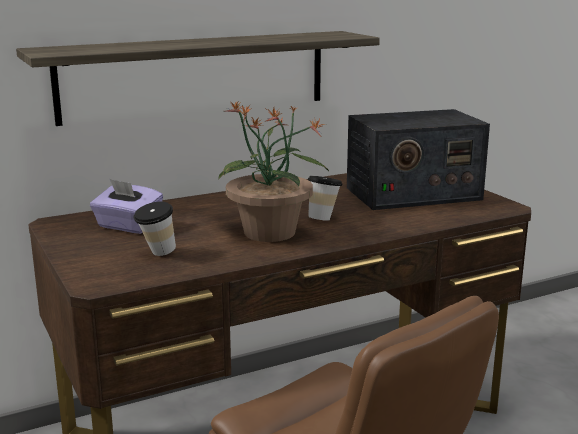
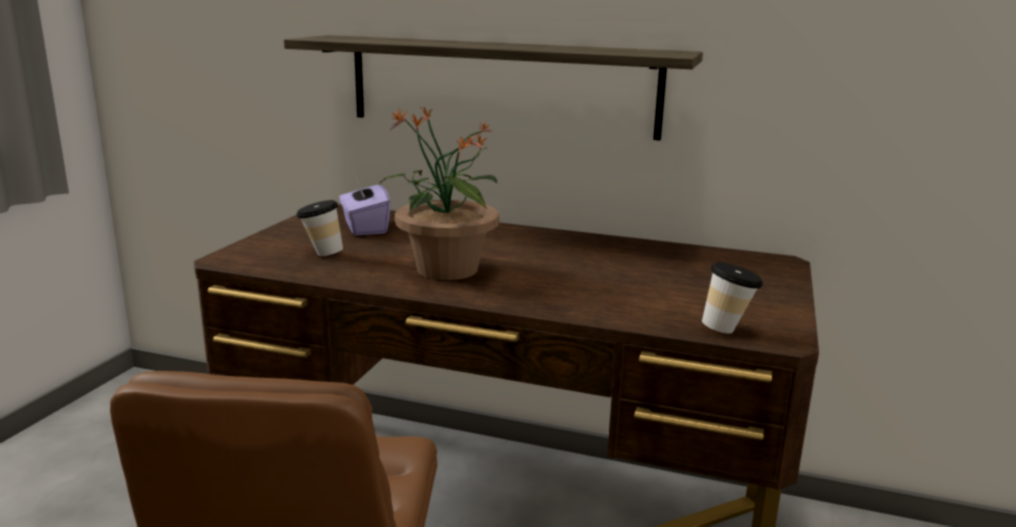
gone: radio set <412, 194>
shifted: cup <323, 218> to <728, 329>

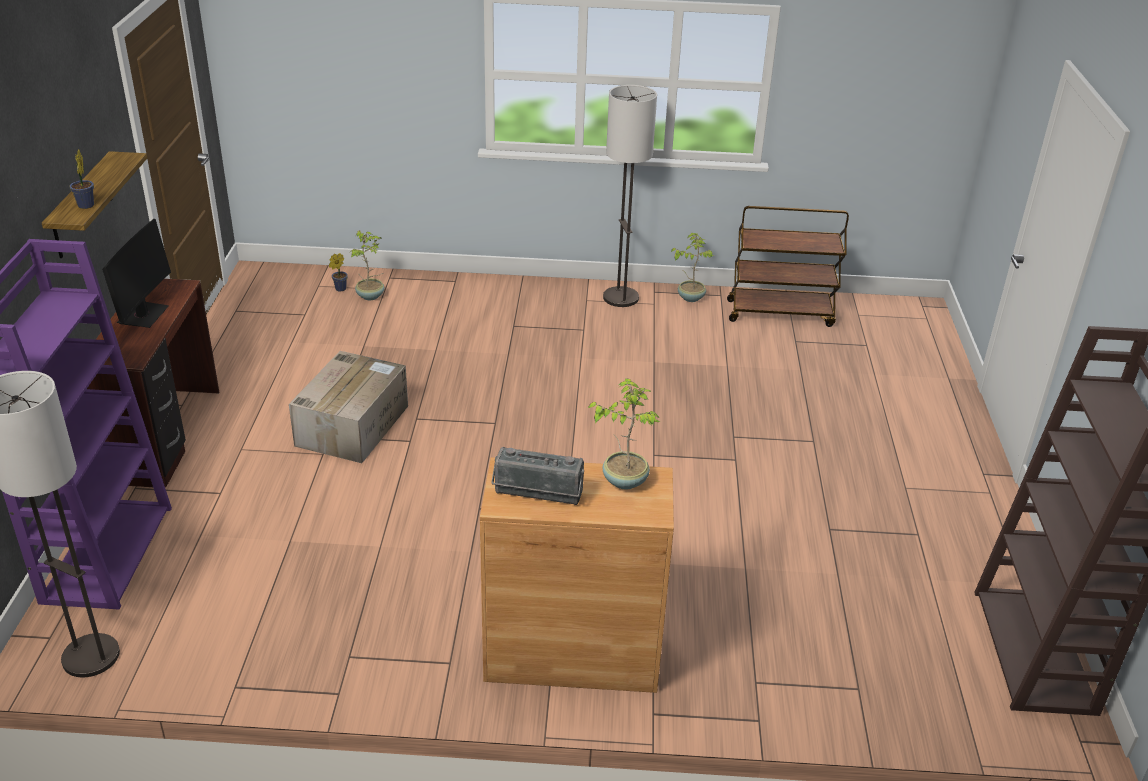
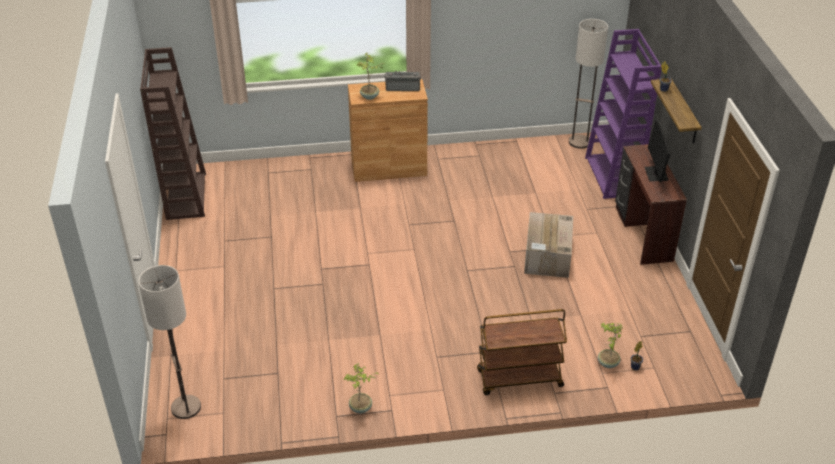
shifted: standard lamp <621, 298> to <185, 407>; trolley/brown <780, 313> to <519, 379>

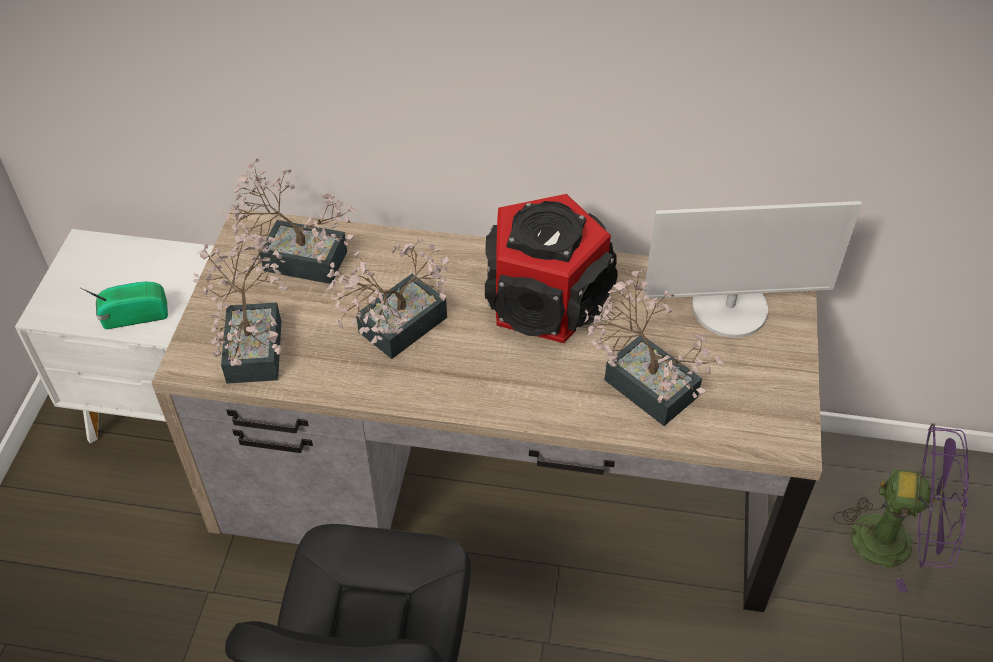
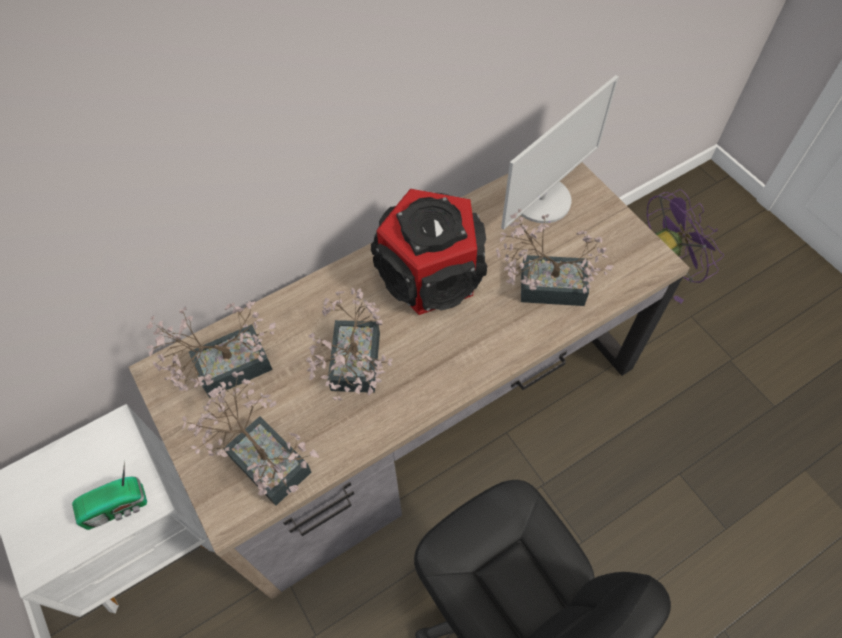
rotated: radio set <133, 315> = <118, 507> 150 degrees counterclockwise

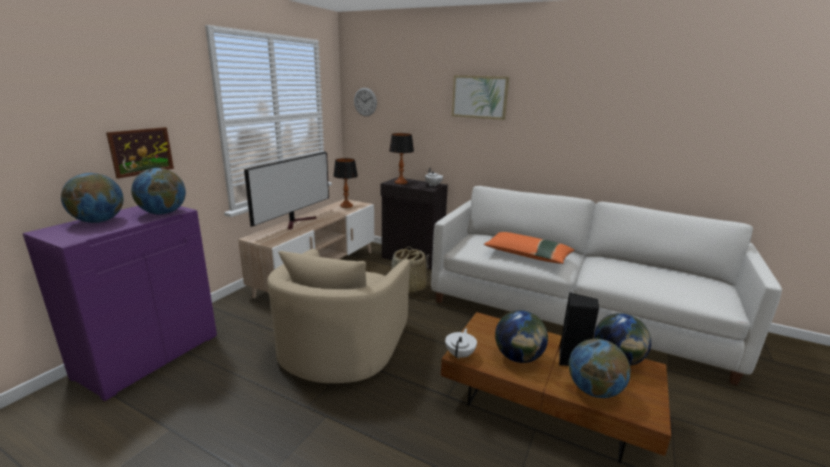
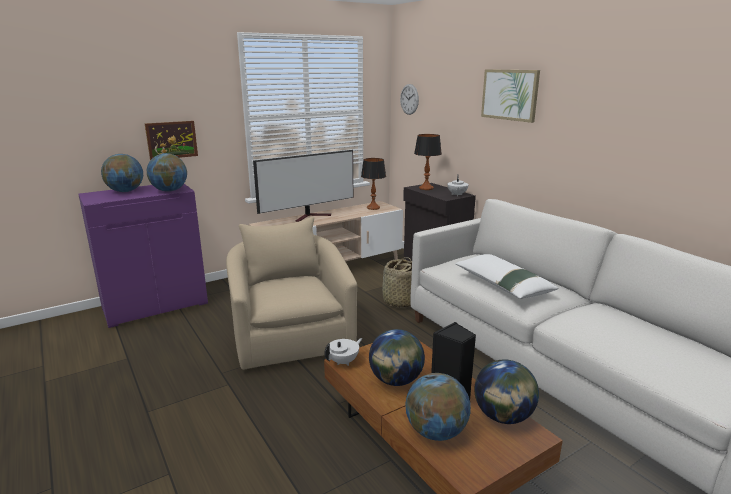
repainted: cushion/orange <527, 255> to cushion/white-coloured <502, 285>
rotated: easy chair/beige <341, 345> = <291, 335> 120 degrees clockwise

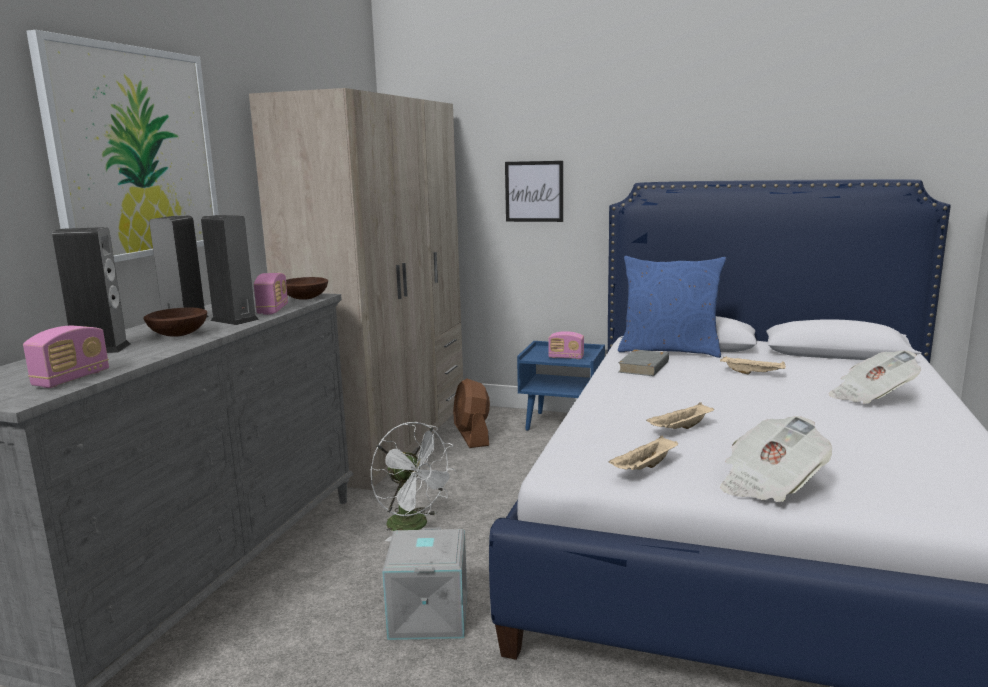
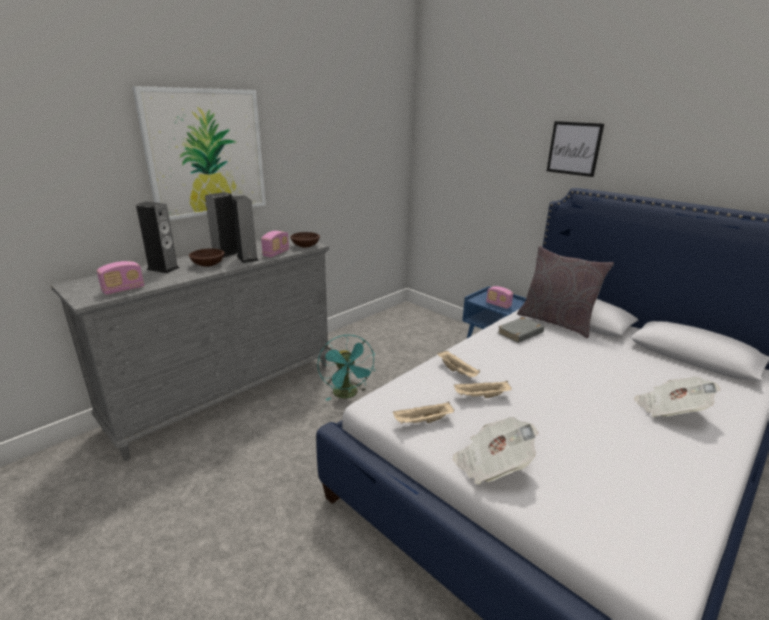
gone: armoire/beige <387, 438>; fan/brown <472, 437>; storage bin/greyish <427, 615>
shifted: wall art <534, 191> to <574, 148>; serving tray/beige <753, 373> to <457, 371>
repainted: cushion/bluish <669, 350> to cushion/greyish <556, 322>; fan/white-coloured <414, 526> to fan/turquoise <347, 395>

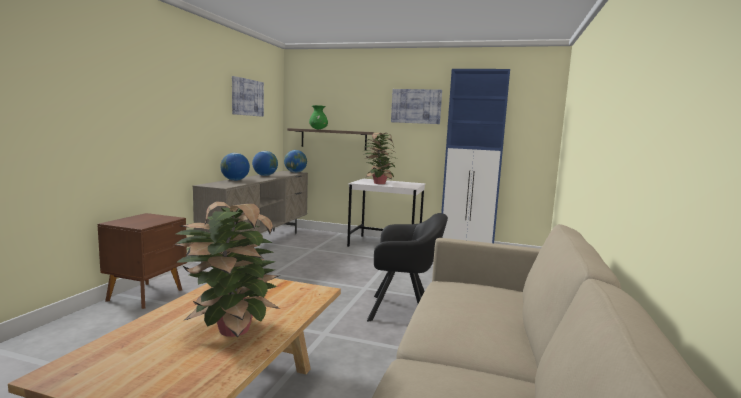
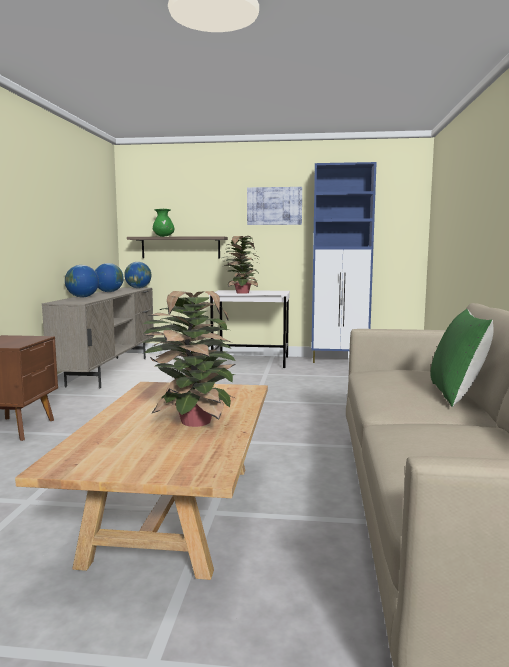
gone: wall art <247, 97>; easy chair/black-coloured <404, 311>
new: cushion/green <456, 395>

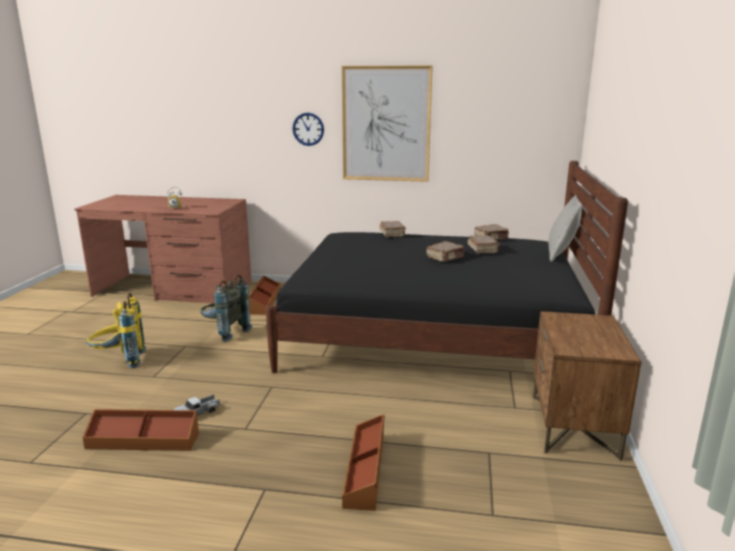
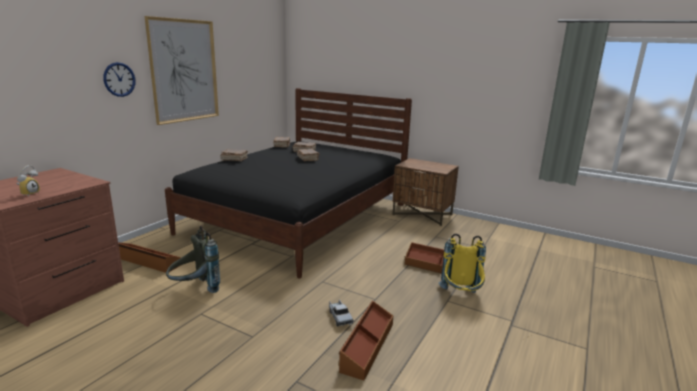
gone: cushion/greyish <561, 254>
shifted: rucksack/yellow-coloured <119, 361> to <460, 297>

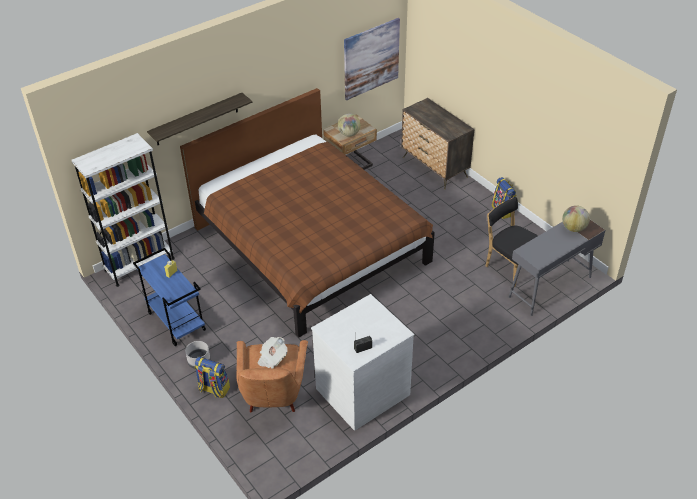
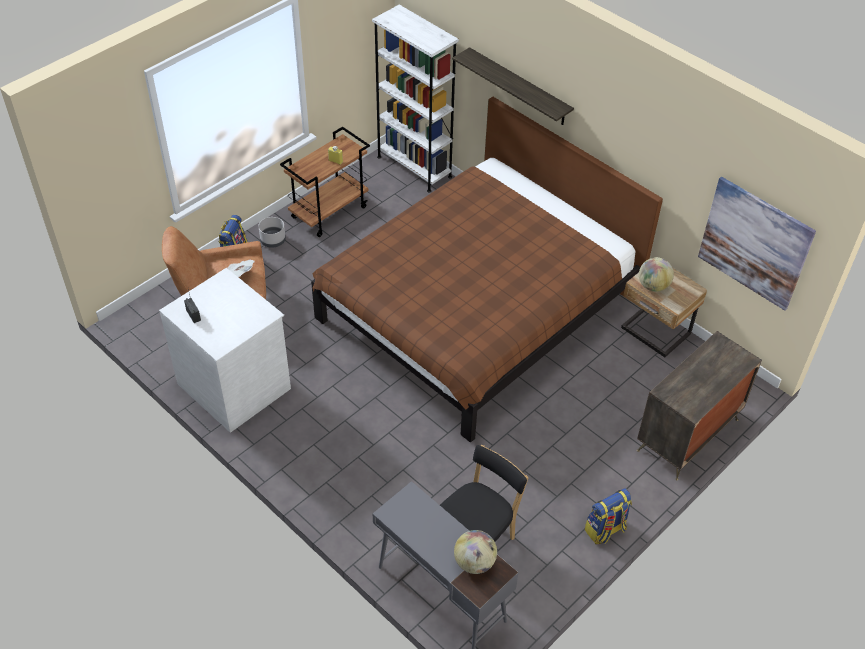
repainted: trolley/bluish <176, 321> to trolley/brown <329, 212>

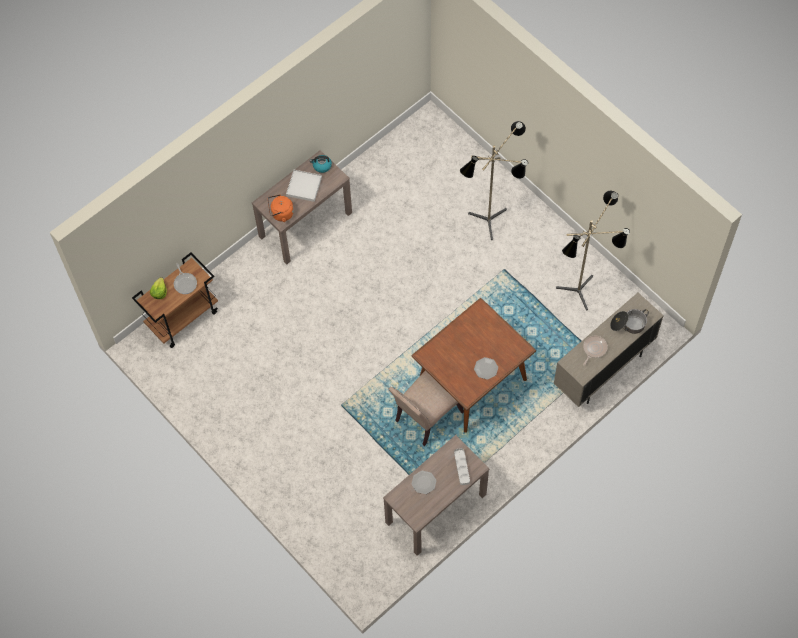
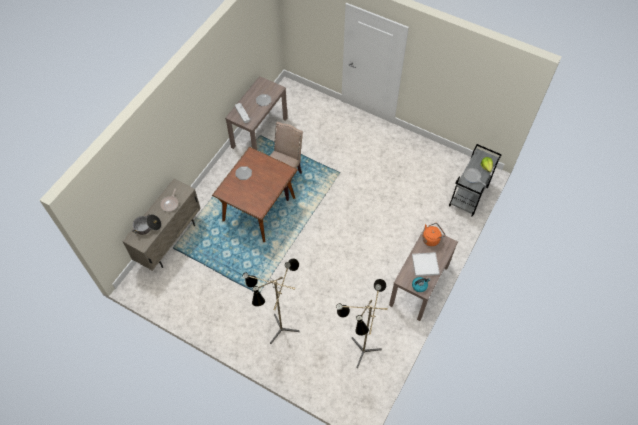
shifted: standard lamp <582, 293> to <359, 350>
repainted: trolley/brown <183, 317> to trolley/greyish <468, 196>

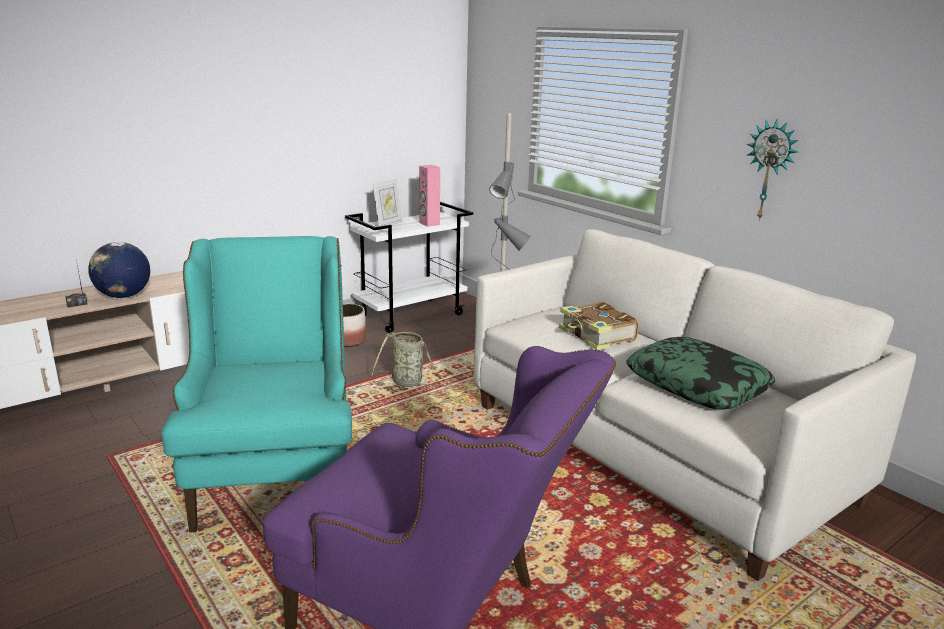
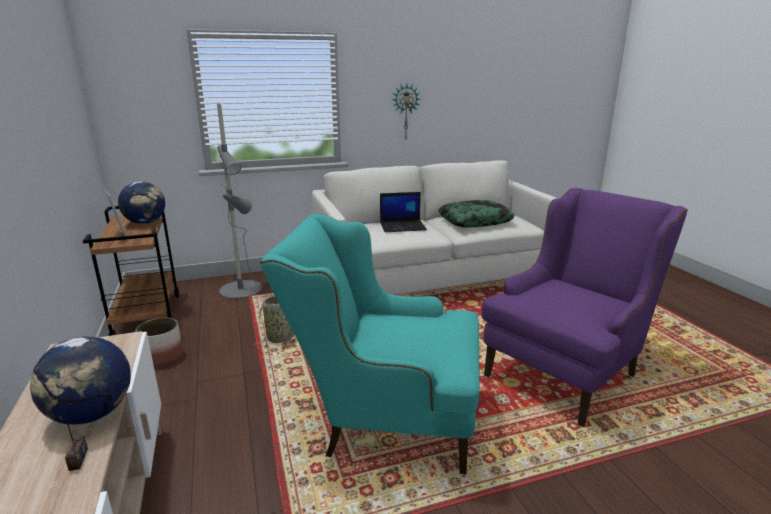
swapped: loudspeaker/pink <429, 224> to globe <146, 223>; bound book <597, 336> to laptop <403, 226>
repainted: trolley/white-coloured <411, 315> to trolley/brown <147, 316>

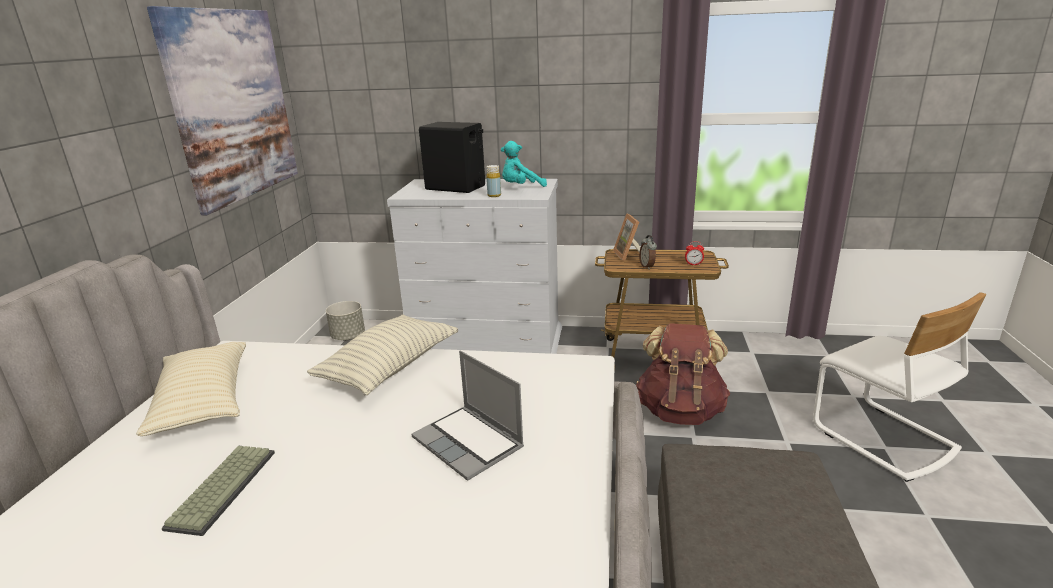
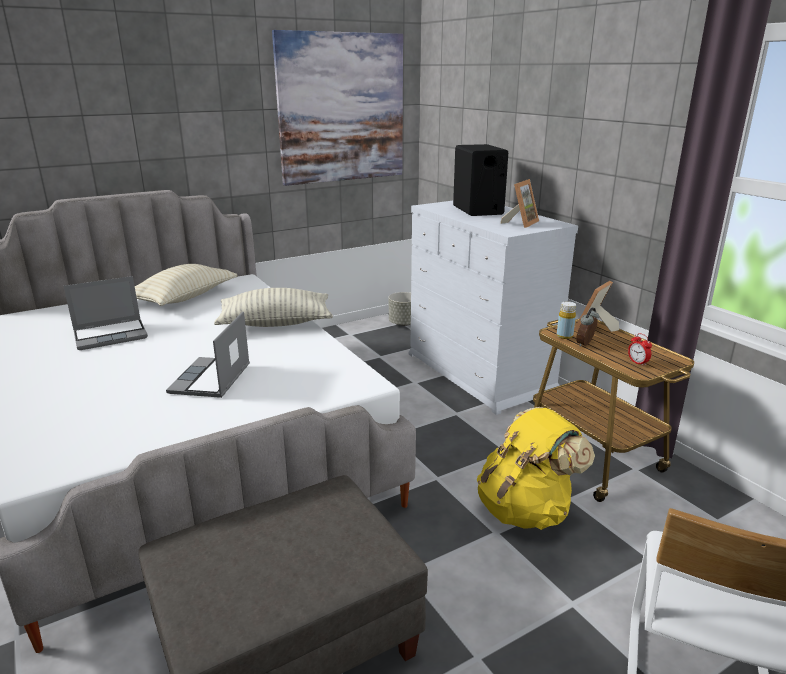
shifted: bottle/yellow-coloured <494, 195> to <564, 336>
swapped: plush toy/turquoise <521, 188> to standing frame <521, 223>; PC keyboard <222, 487> to laptop <111, 335>
repainted: rucksack/brown <680, 411> to rucksack/yellow-coloured <526, 510>

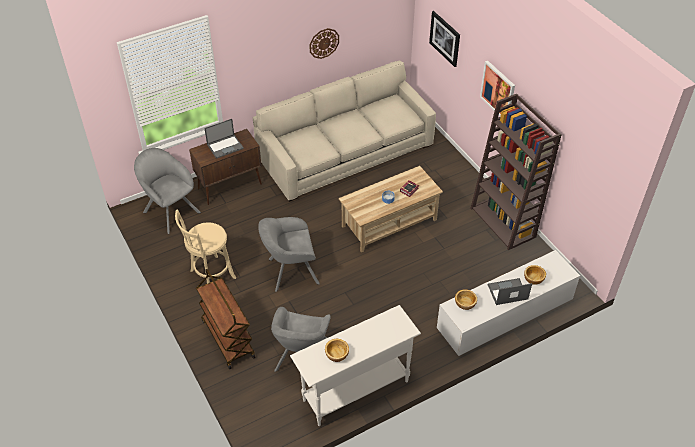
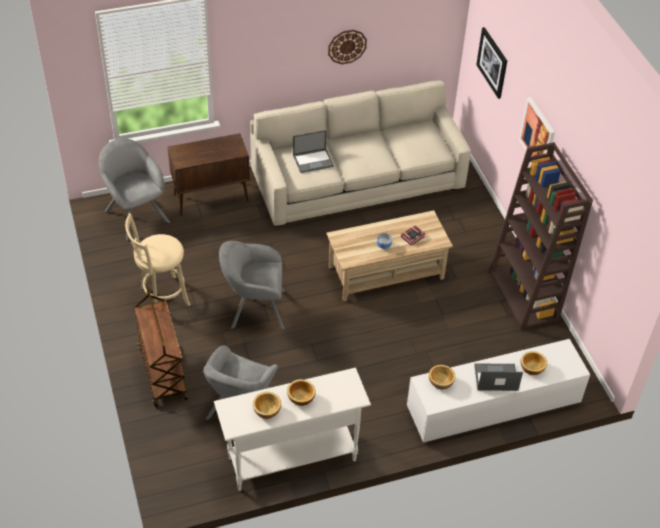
new: serving bowl <300, 397>
shifted: laptop <225, 146> to <313, 160>

